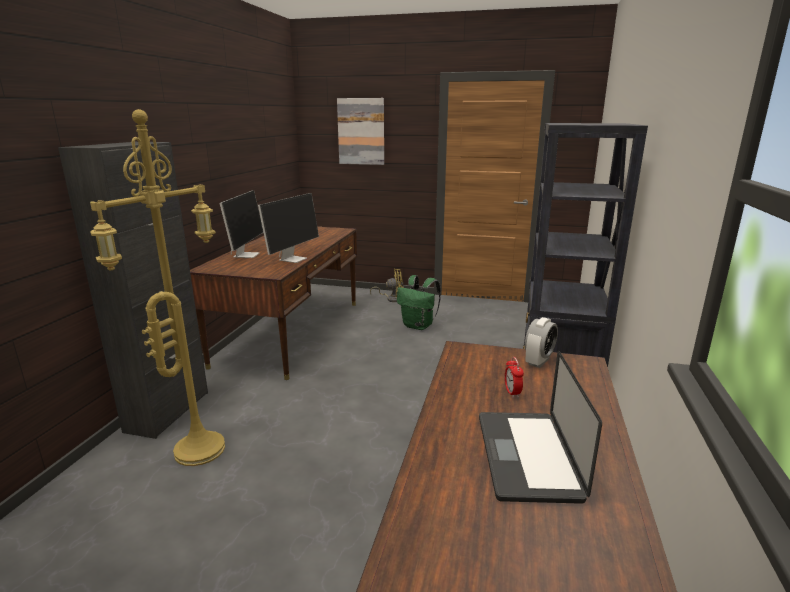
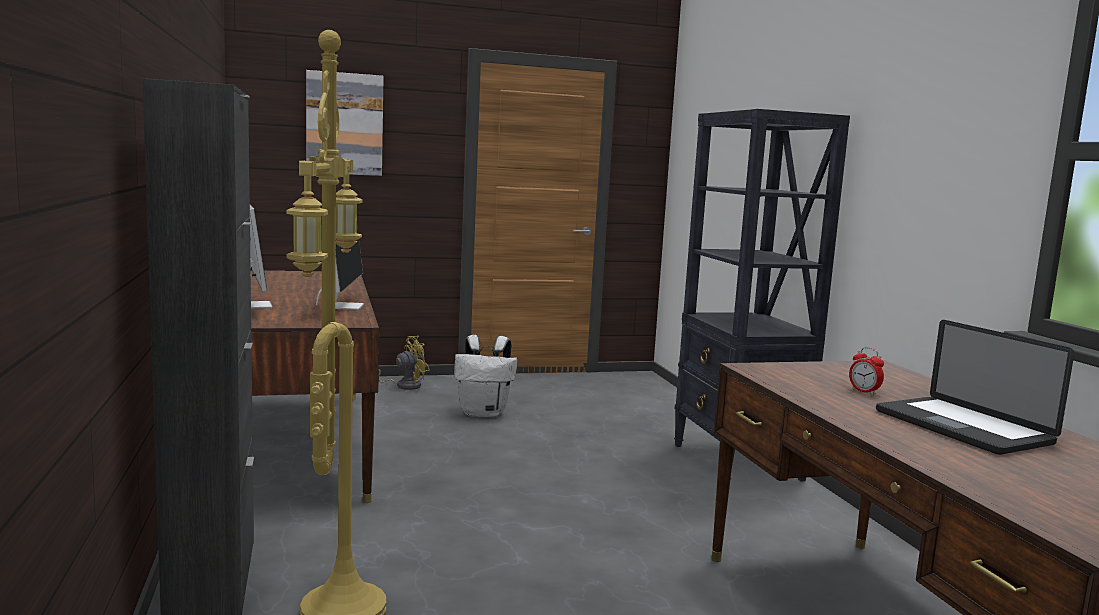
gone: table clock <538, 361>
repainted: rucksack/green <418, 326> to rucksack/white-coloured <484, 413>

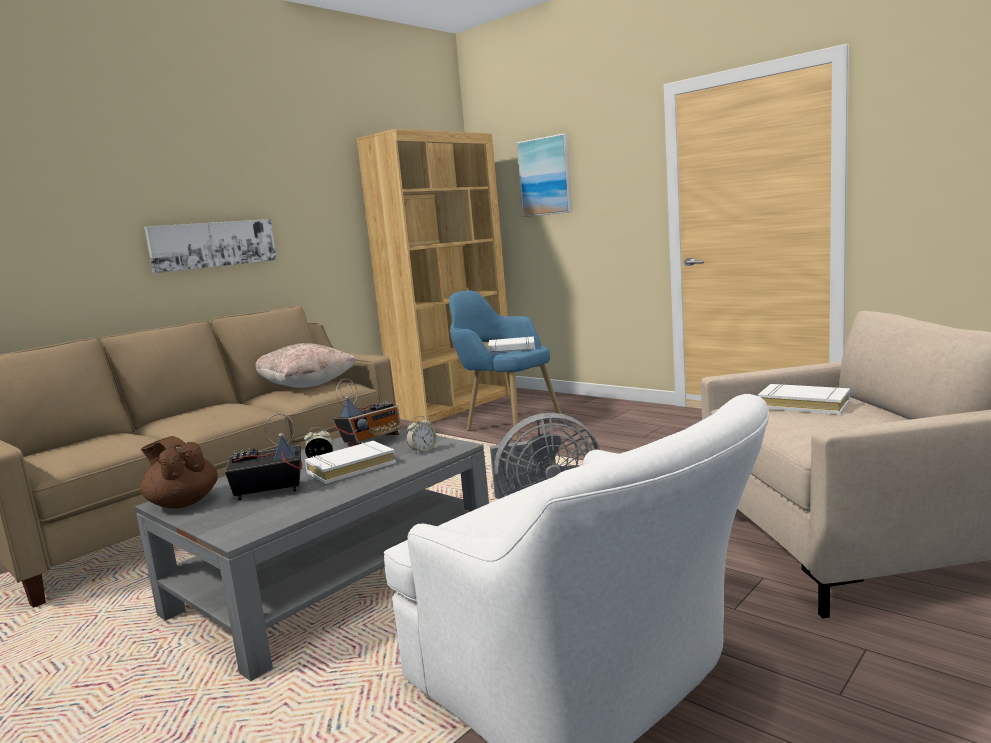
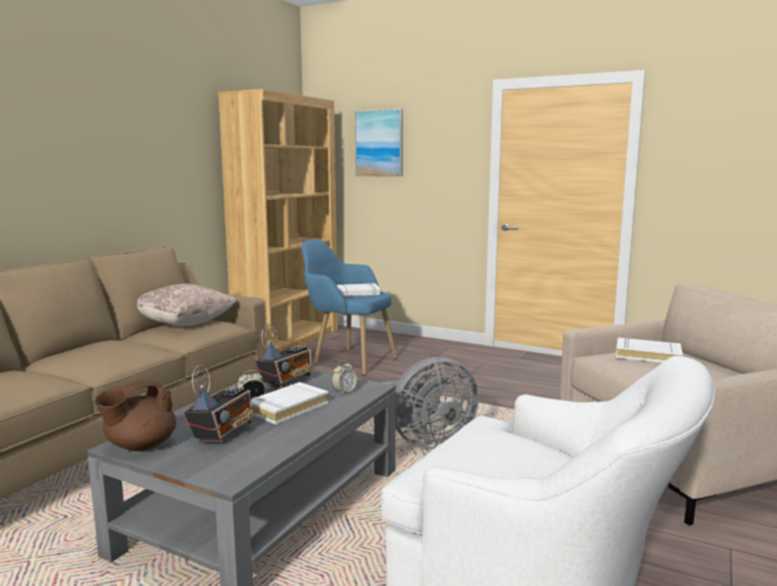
gone: wall art <213, 244>
rotated: radio set <268, 491> = <223, 433> 135 degrees clockwise; tea pot/brown <183, 503> = <140, 446> 75 degrees counterclockwise

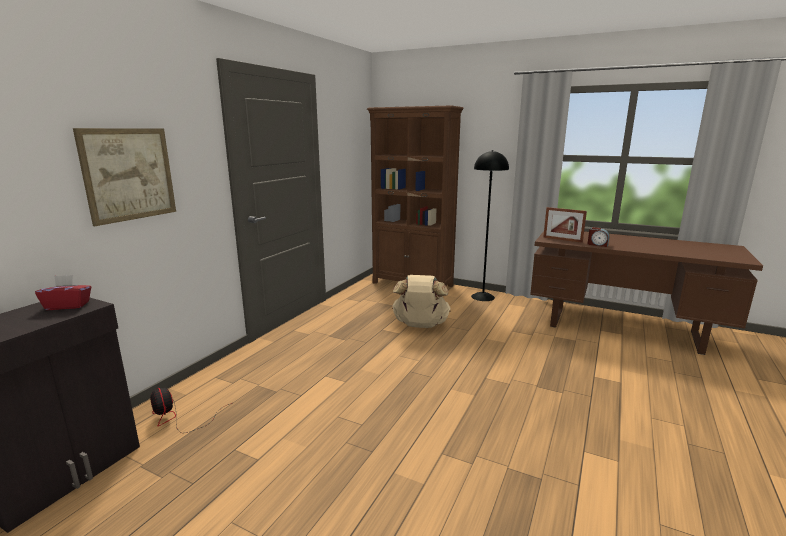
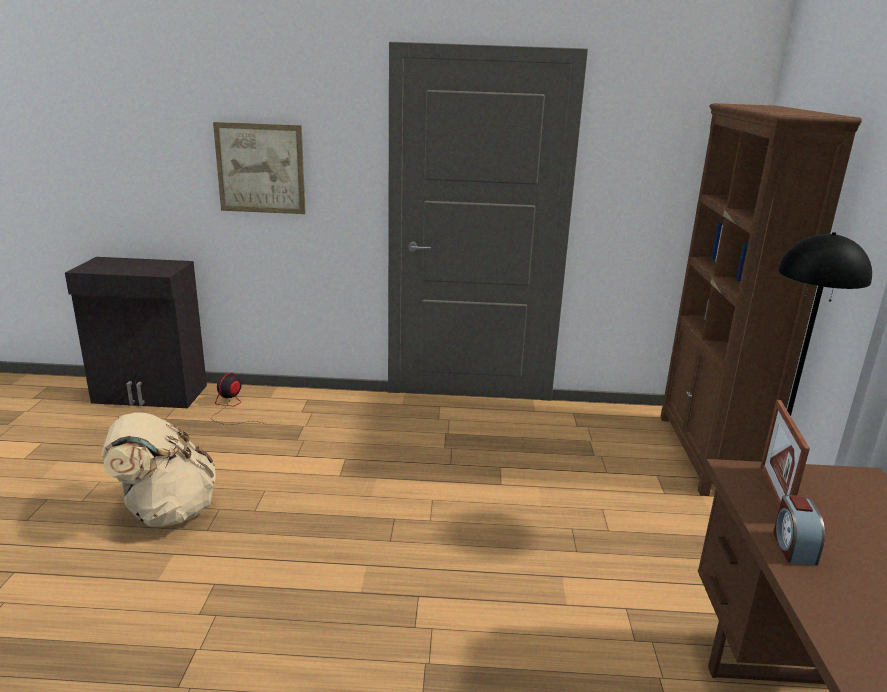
gone: box of tissues/red-coloured <68, 305>
shifted: rucksack/beige <420, 326> to <166, 512>

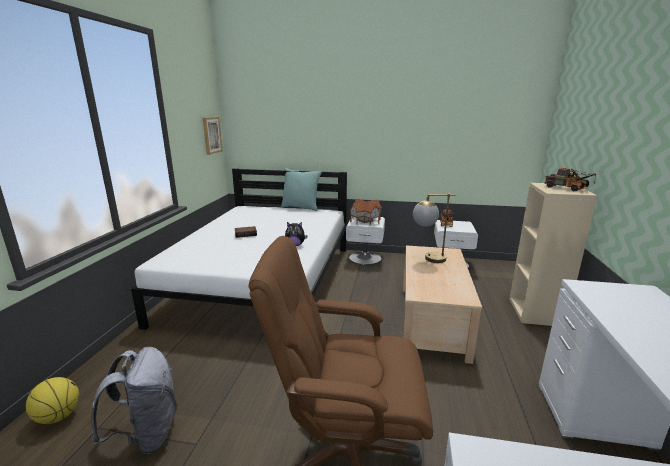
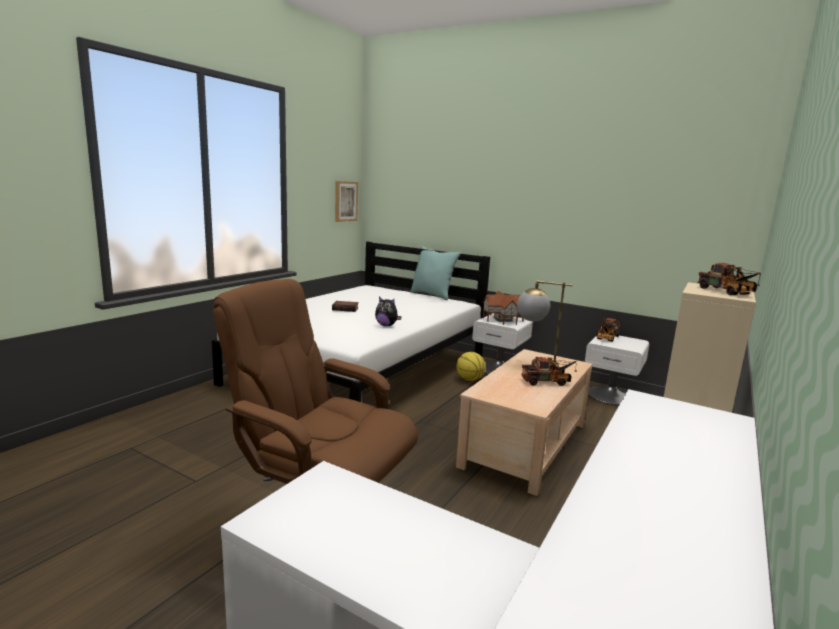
gone: rucksack/greyish <147, 434>
new: toy truck <548, 382>
shifted: basketball <58, 416> to <469, 379>

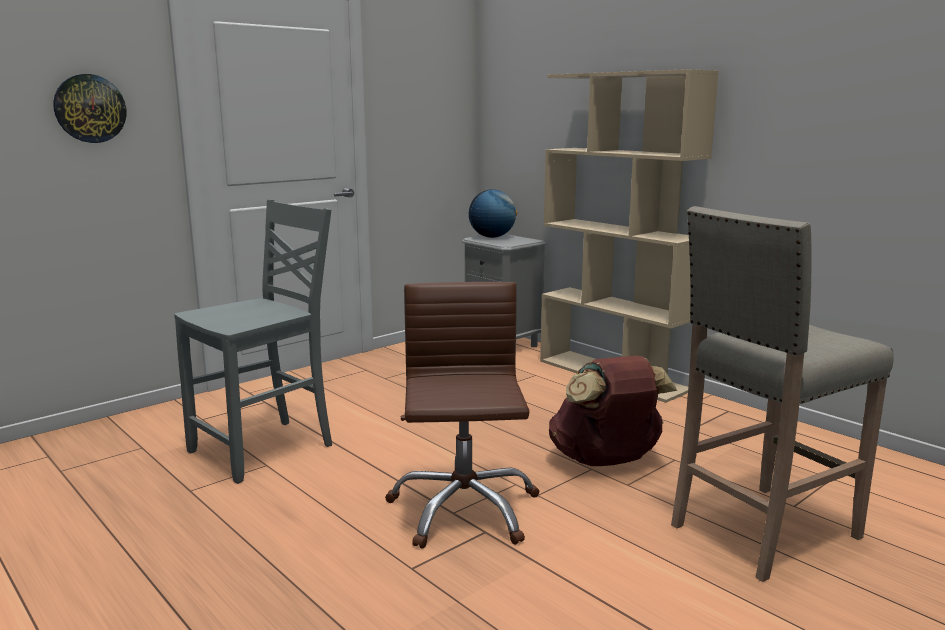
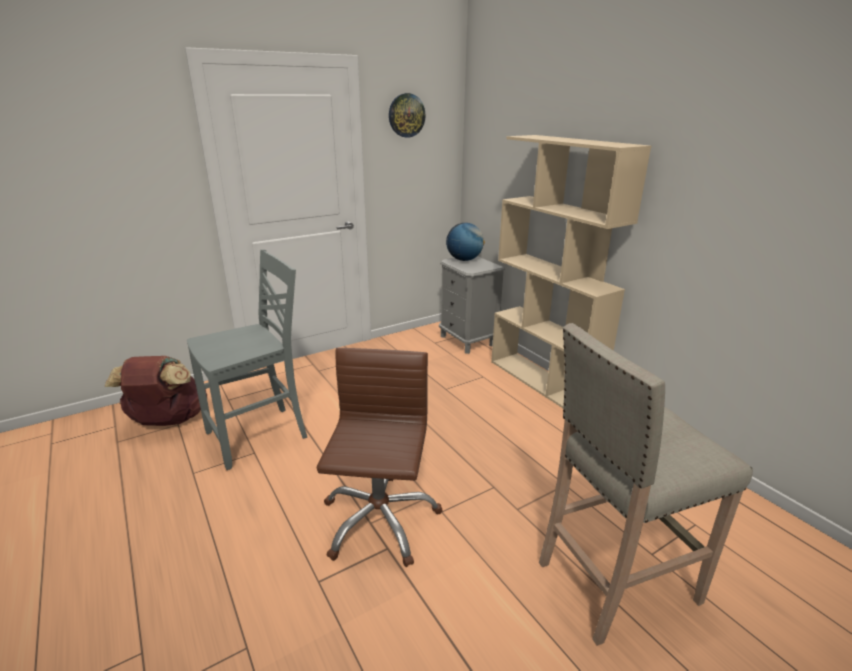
shifted: hanging clock <90, 108> to <406, 115>; rucksack/brown <606, 461> to <168, 421>

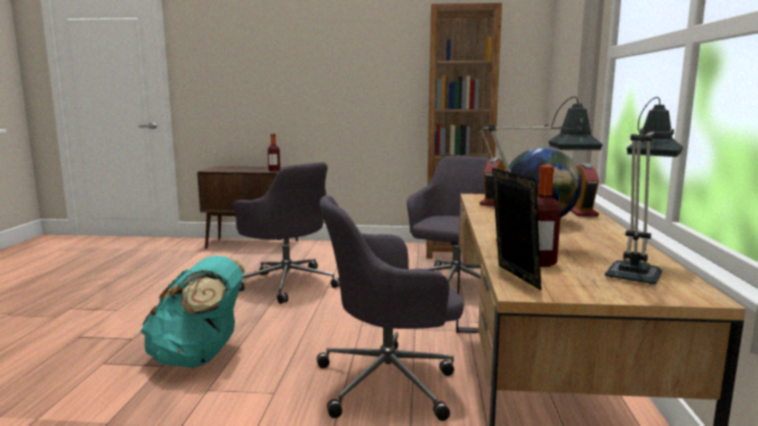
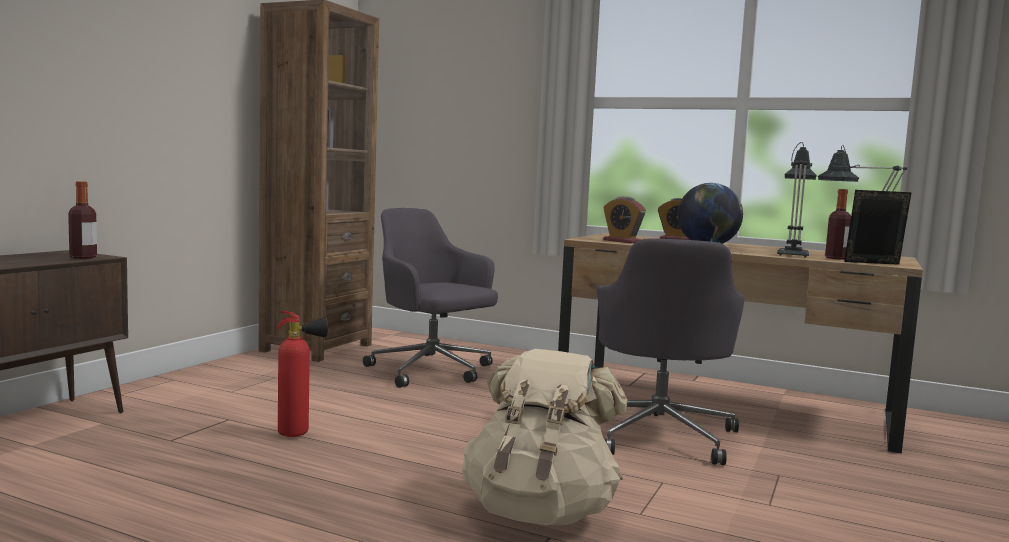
swapped: desk chair/greyish <287, 283> to extinguisher <300, 434>
repainted: rucksack/turquoise <199, 358> to rucksack/beige <540, 512>

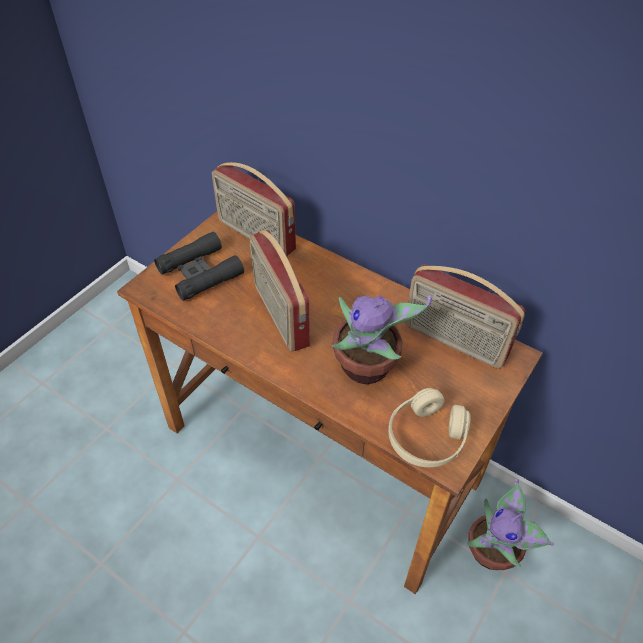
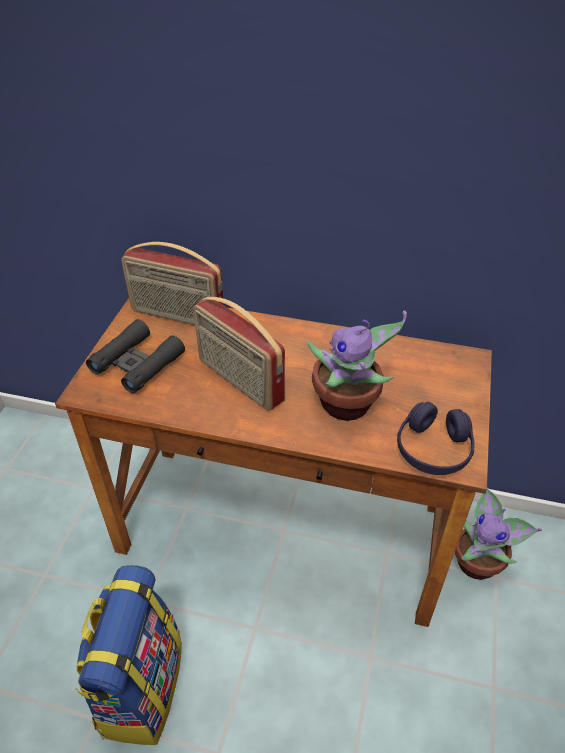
gone: radio set <454, 342>
new: rucksack <140, 686>
repainted: headset/beige <426, 437> to headset/purple-coloured <433, 449>

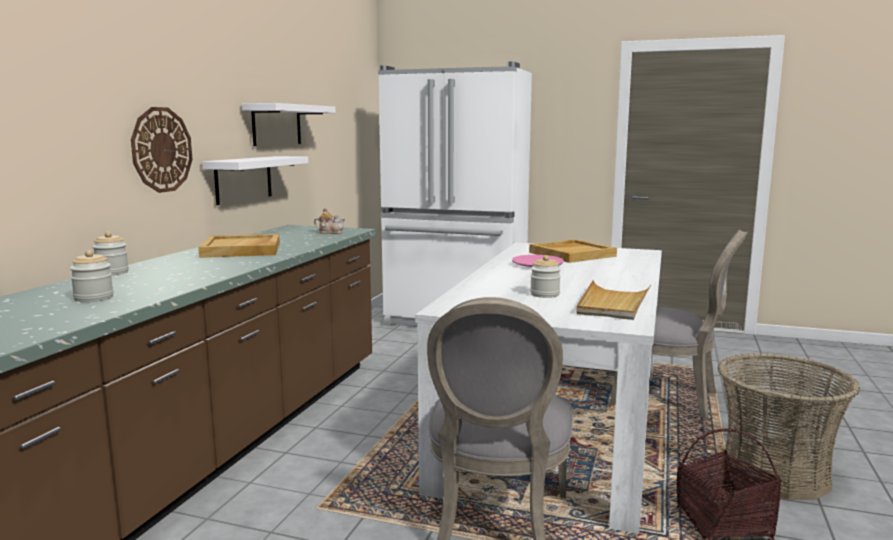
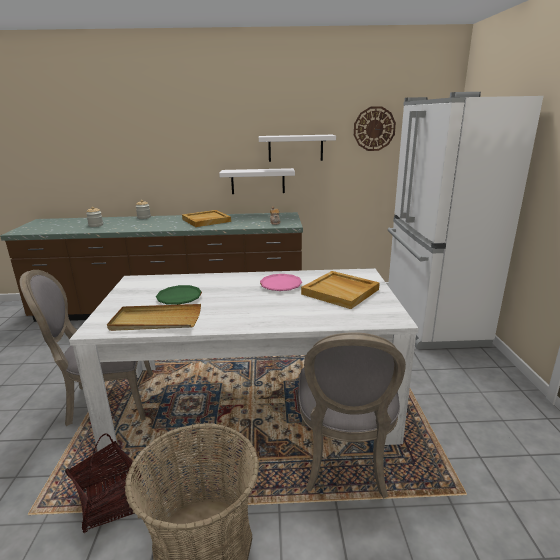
shifted: hanging clock <161, 150> to <374, 129>
swapped: storage jar <544, 294> to flat dish/green <179, 298>

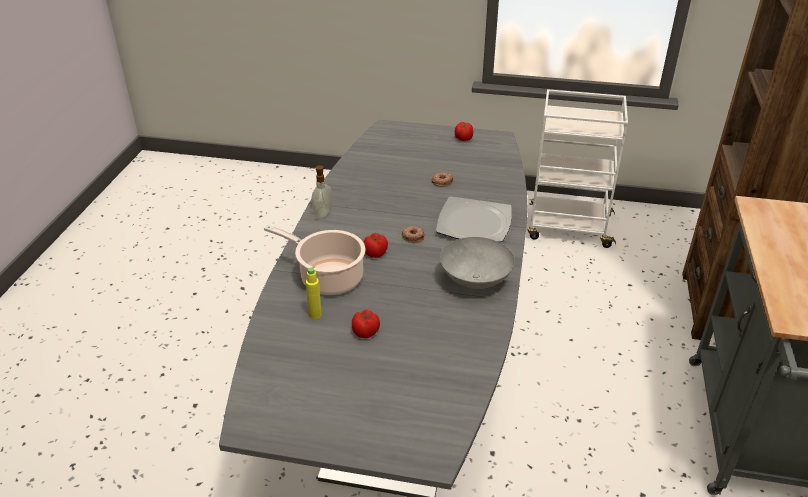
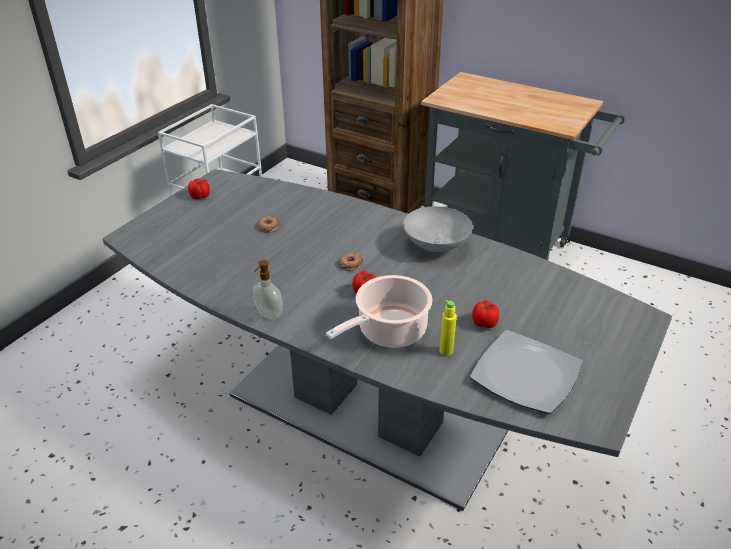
shifted: flat dish <473, 223> to <526, 375>

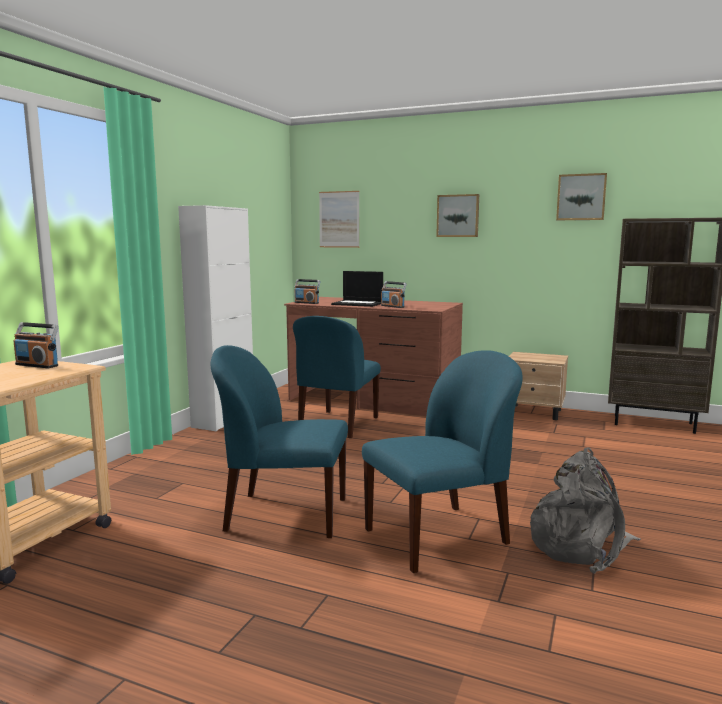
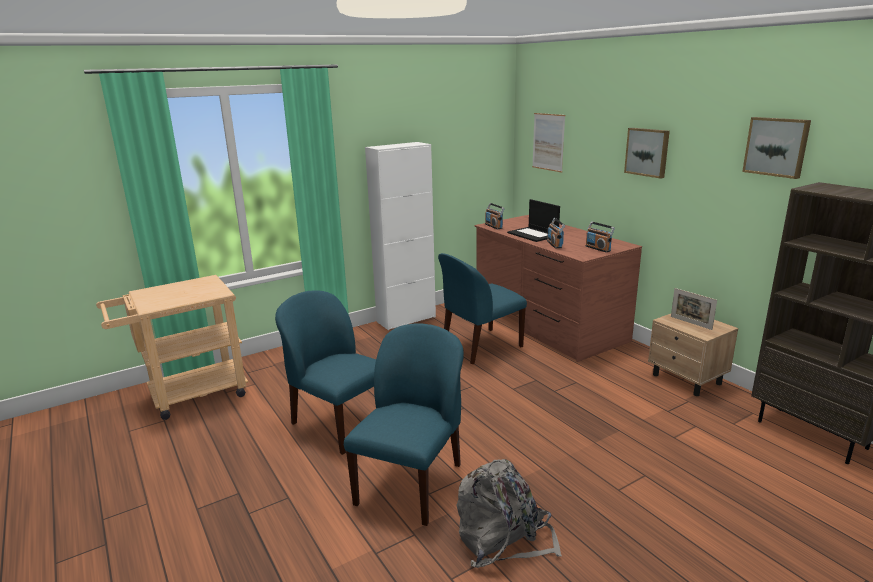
new: standing frame <691, 323>
shifted: radio set <37, 365> to <598, 248>
rotated: chair/bluish <439, 536> = <411, 483> 75 degrees counterclockwise

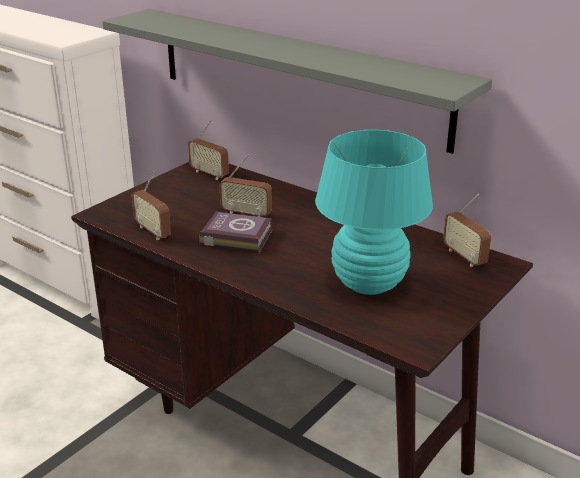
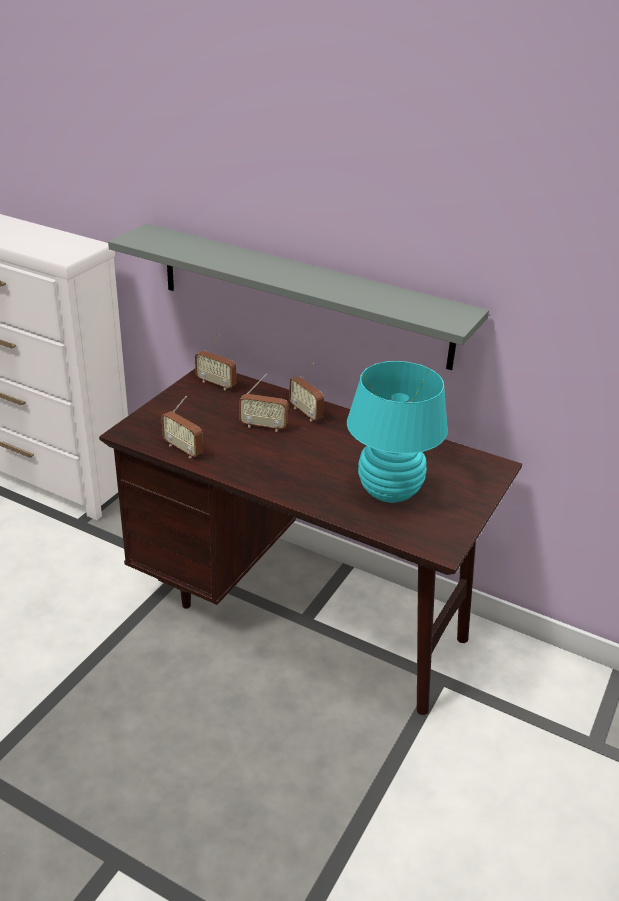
gone: bound book <235, 237>
shifted: radio set <464, 257> to <306, 413>

